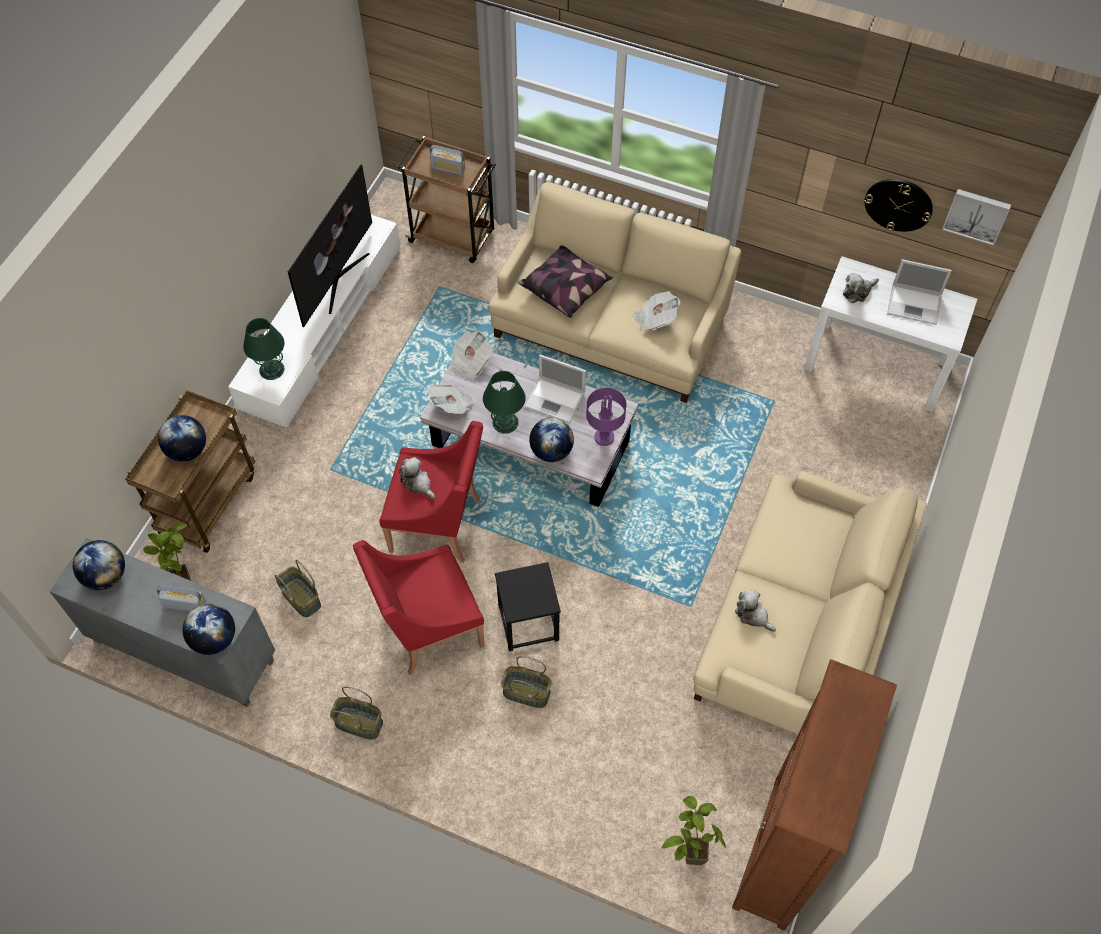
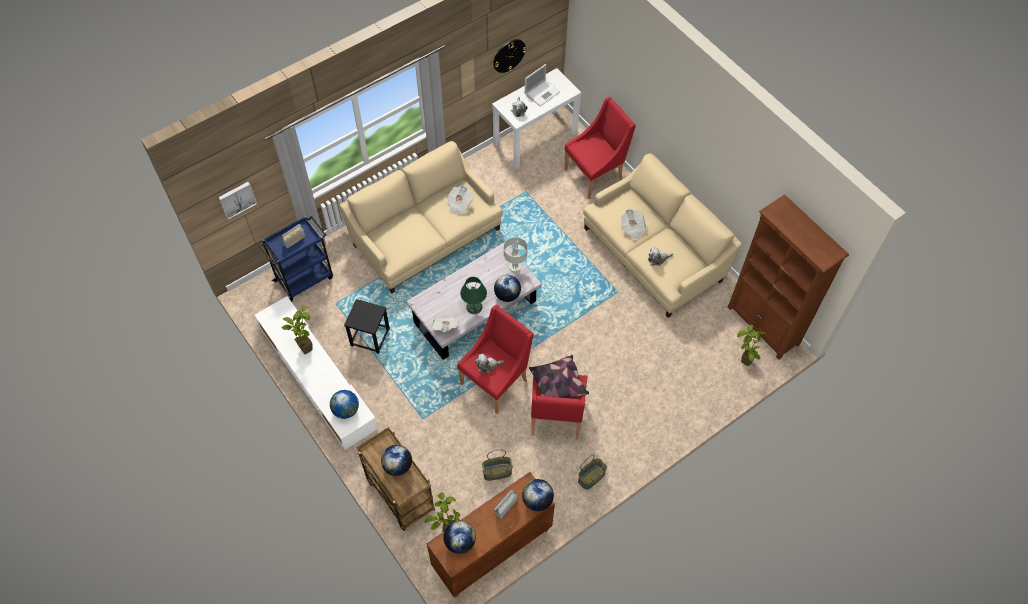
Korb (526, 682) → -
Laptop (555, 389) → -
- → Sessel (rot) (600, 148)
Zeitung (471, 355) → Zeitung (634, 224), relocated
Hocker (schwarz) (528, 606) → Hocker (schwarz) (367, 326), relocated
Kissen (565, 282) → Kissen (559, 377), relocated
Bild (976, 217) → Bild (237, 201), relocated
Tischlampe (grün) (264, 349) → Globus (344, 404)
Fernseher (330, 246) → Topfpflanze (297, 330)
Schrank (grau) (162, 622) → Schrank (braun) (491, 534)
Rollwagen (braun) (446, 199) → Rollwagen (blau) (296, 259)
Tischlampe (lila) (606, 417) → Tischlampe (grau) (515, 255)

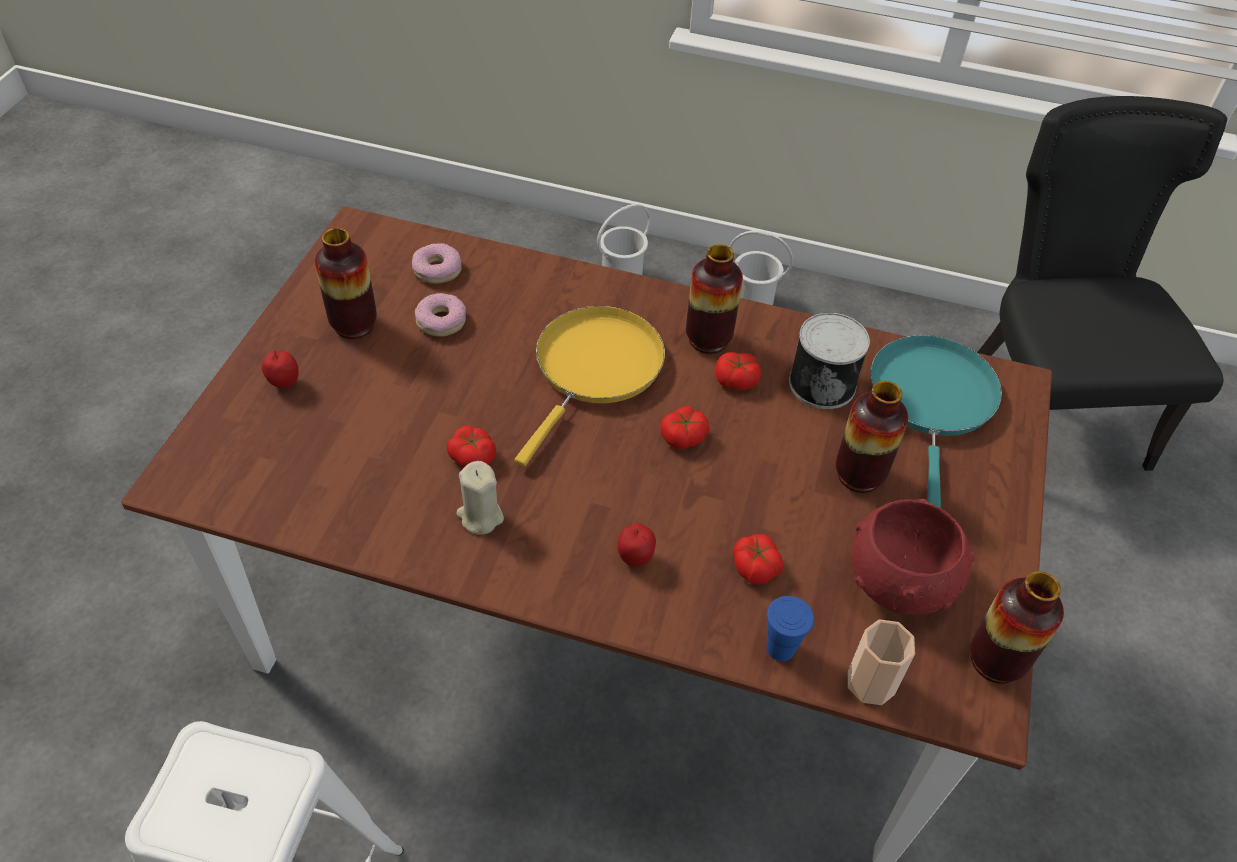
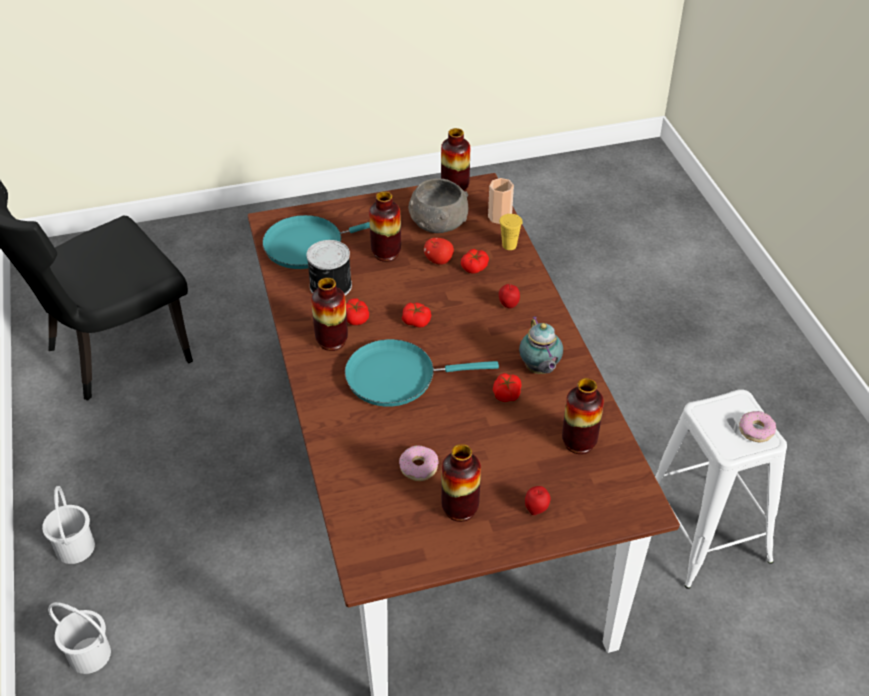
- → Apfel (439, 251)
- → Vase (583, 416)
Donut (437, 263) → Donut (757, 426), relocated
Kerze (beige) (480, 498) → Teekanne (541, 345)
Pfanne (gelb) (590, 386) → Pfanne (türkis) (422, 373)
Tasse (blau) (790, 628) → Tasse (gelb) (511, 232)
Schüssel (rot) (913, 557) → Schüssel (grau) (438, 205)

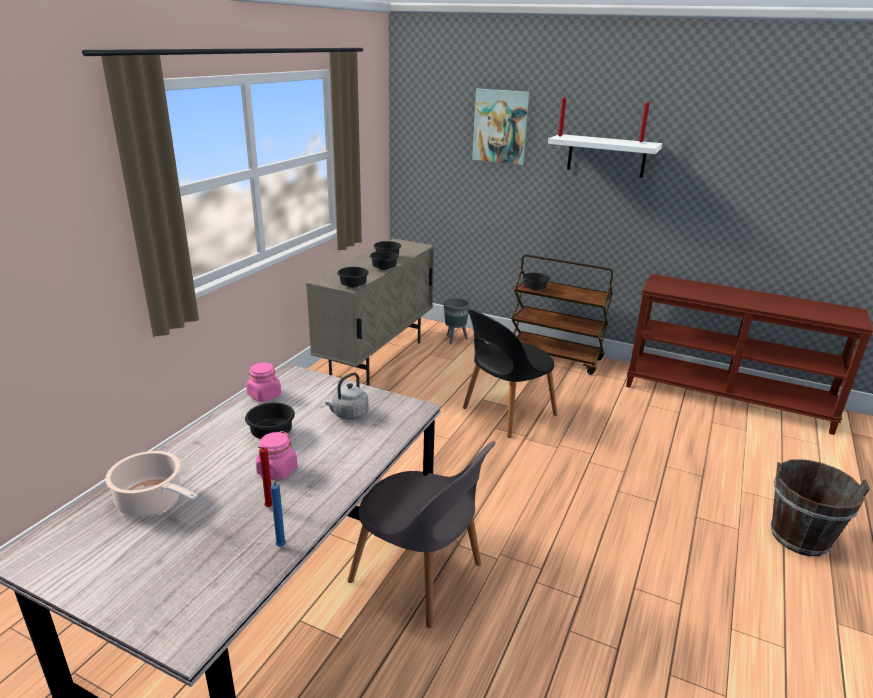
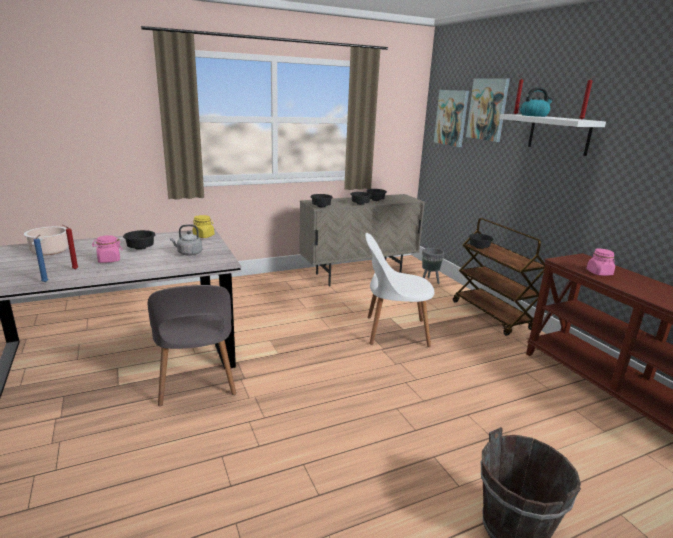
- → Vorratsglas (gelb) (203, 226)
- → Bild (451, 118)
- → Wasserkessel (536, 102)
Vorratsglas (rosa) (263, 382) → Vorratsglas (rosa) (600, 262), relocated
Stuhl (schwarz) (510, 373) → Stuhl (weiß) (399, 290)

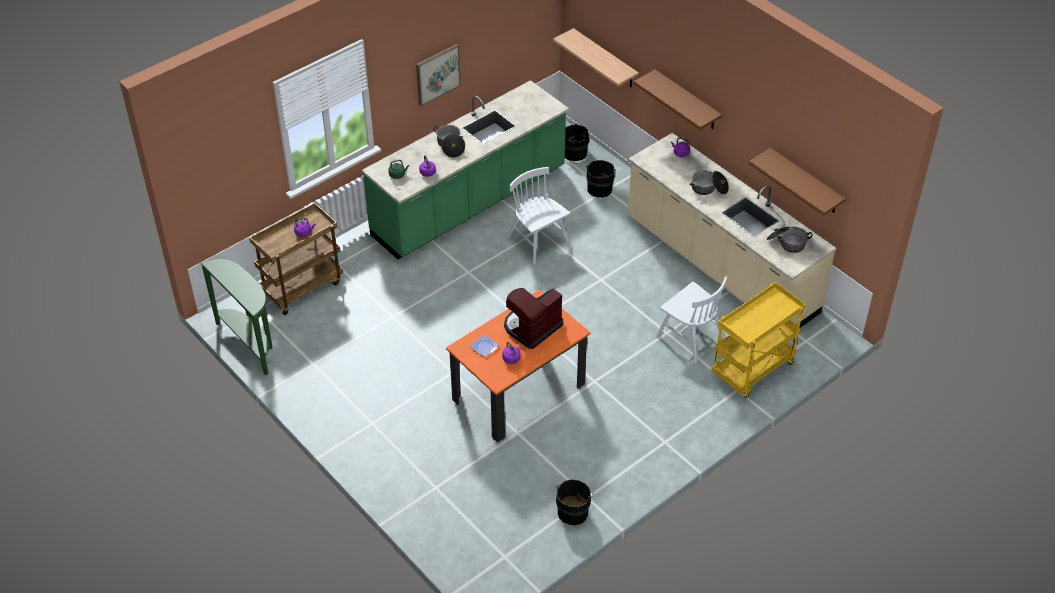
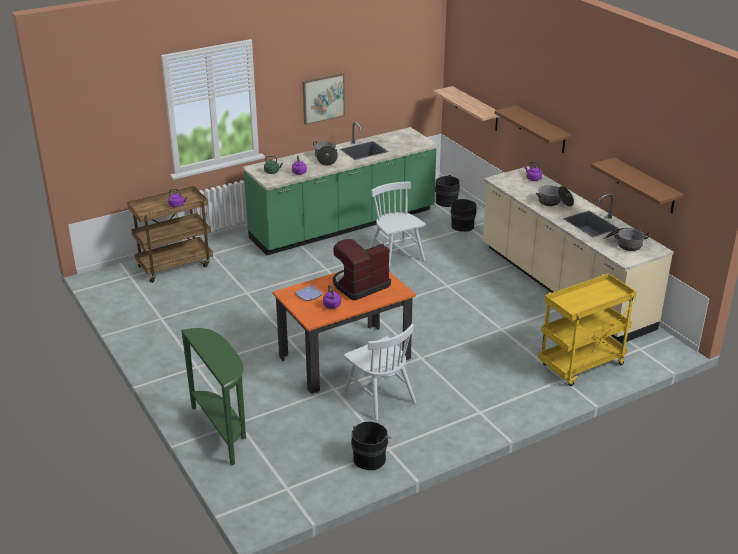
Konsolentisch (grün) (237, 317) → Konsolentisch (grün) (213, 396), relocated
Stuhl (weiß) (691, 319) → Stuhl (weiß) (379, 372), relocated

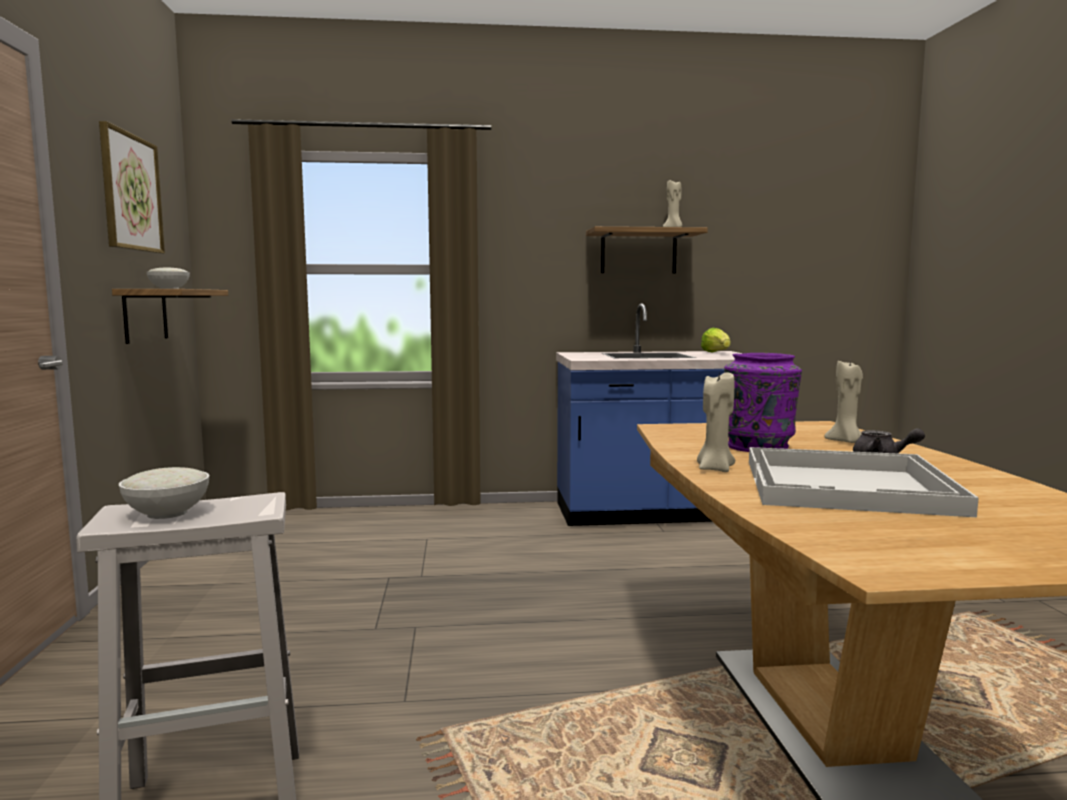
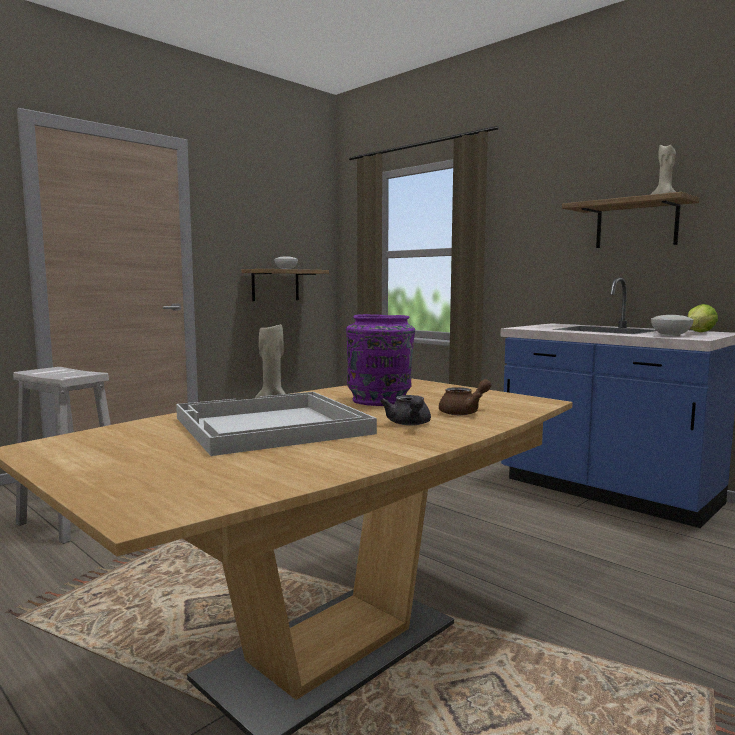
Bild (132, 187) → -
Schüssel (weiß) (164, 493) → Schüssel (weiß) (672, 325), relocated
Kerze (beige) (843, 401) → Teekanne (braun) (465, 397)

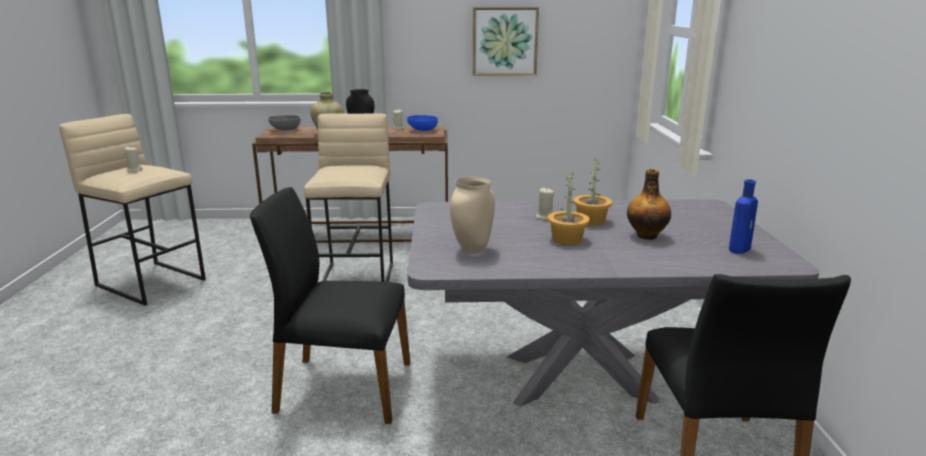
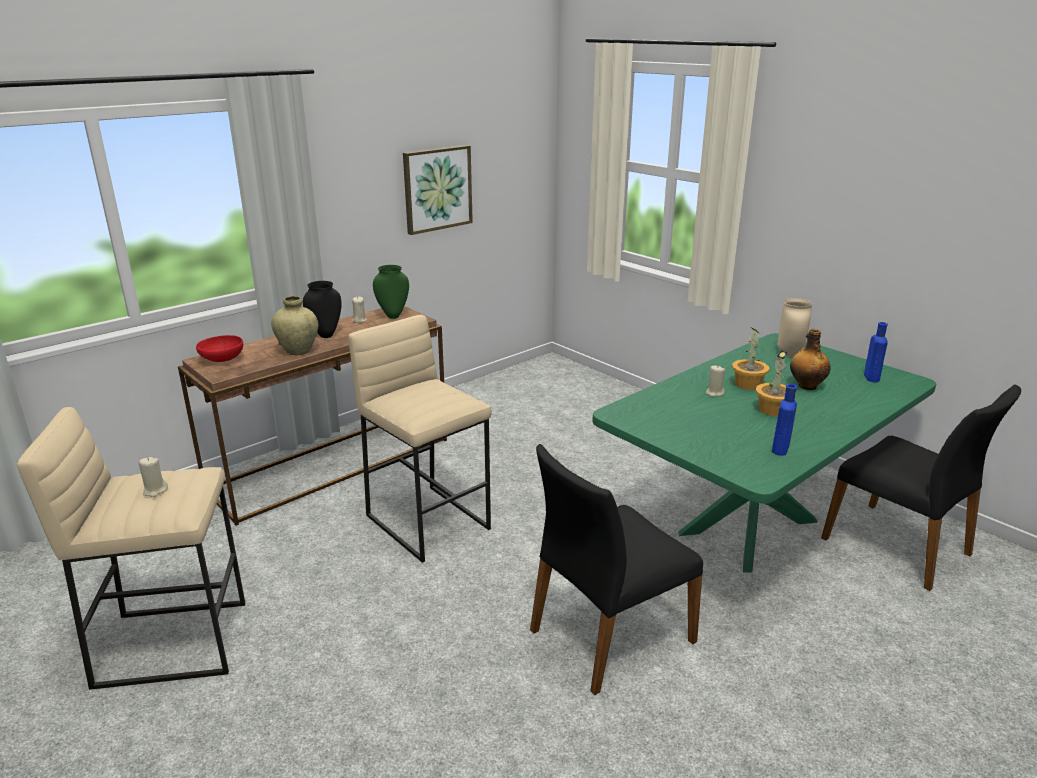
- → Flasche (blau) (784, 420)
Vase (beige) (472, 215) → Vase (beige) (795, 327), relocated
Schüssel (blau) (422, 123) → Vase (grün) (391, 292)
Schüssel (grau) (284, 123) → Schüssel (rot) (219, 348)
Esstisch (grau) (613, 303) → Esstisch (grün) (764, 453)

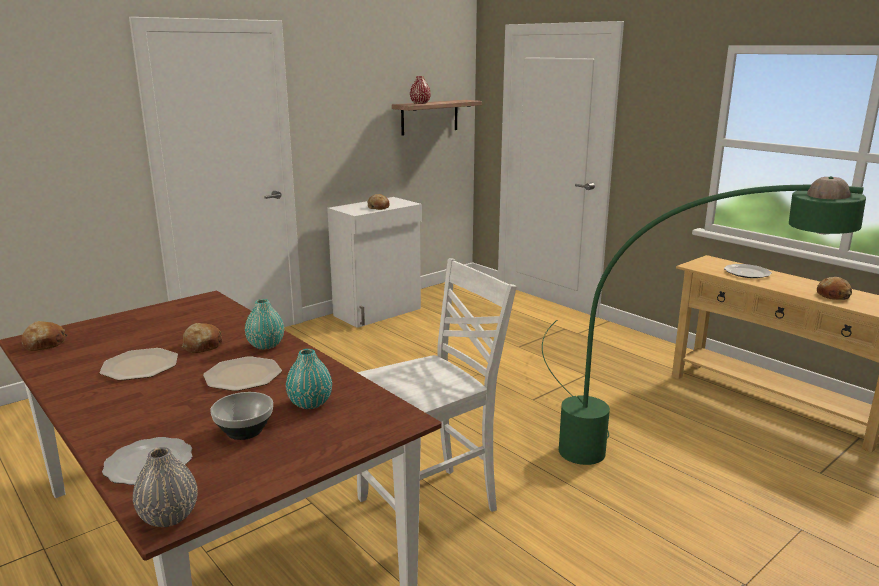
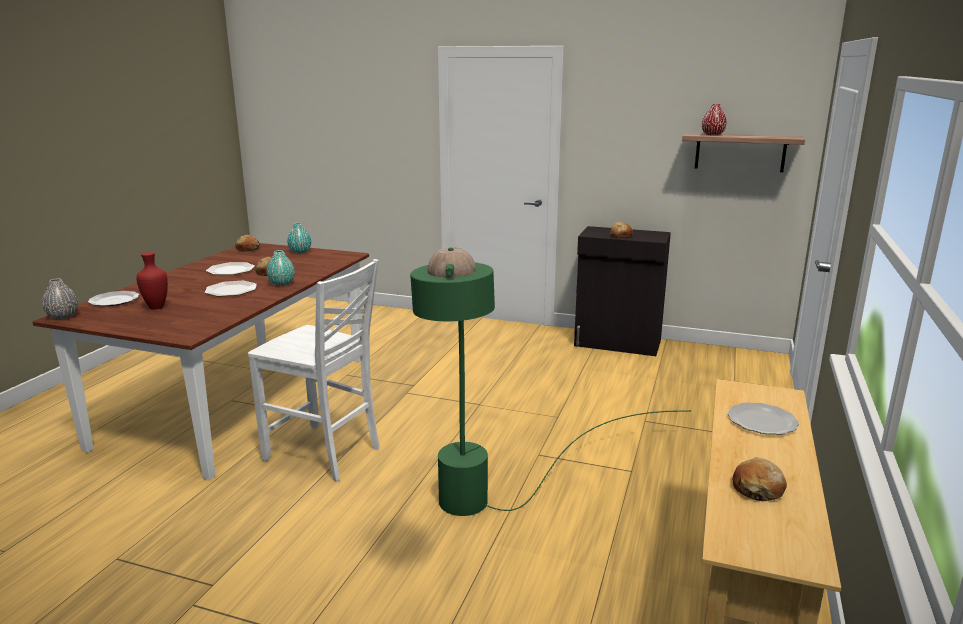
Vase (türkis) (309, 379) → Vase (türkis) (299, 238), relocated
Schüssel (241, 416) → Vase (rot) (152, 281)
Schrank (weiß) (374, 262) → Schrank (schwarz) (622, 291)

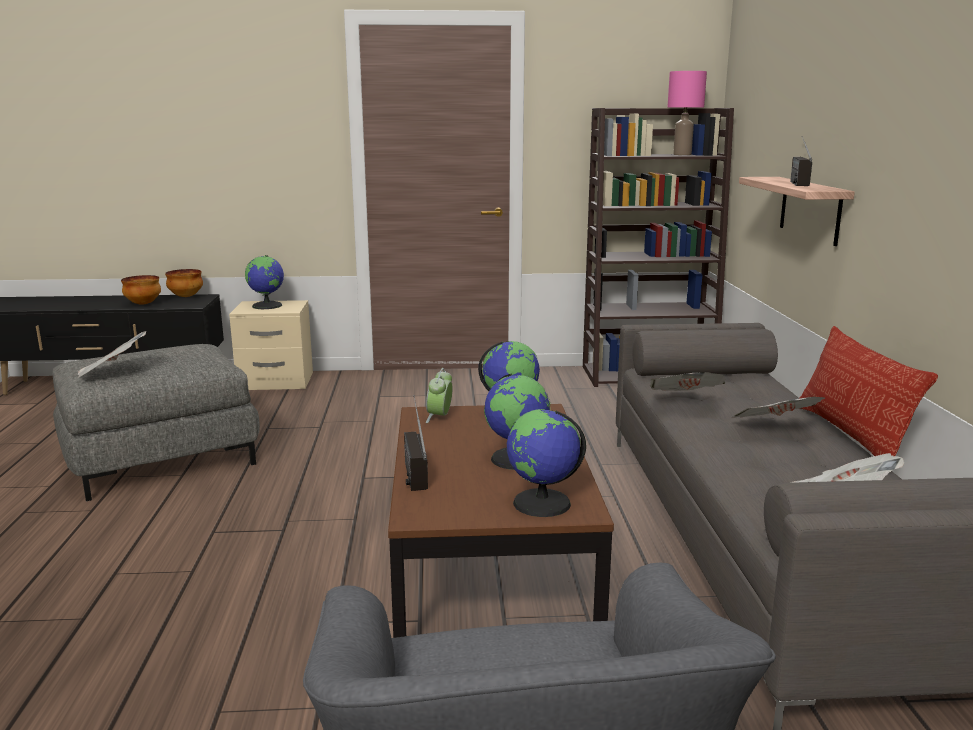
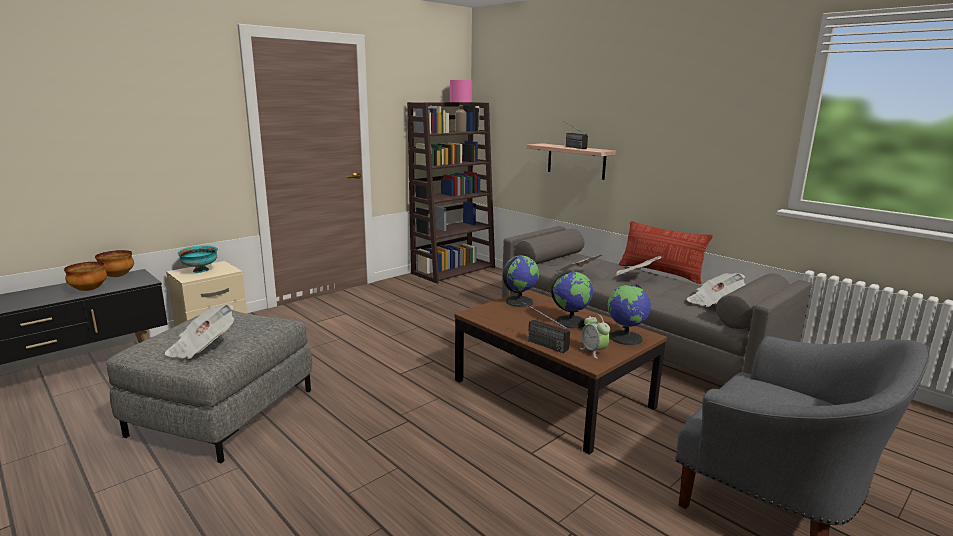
Wecker (439, 395) → Wecker (595, 336), relocated
Globus (264, 282) → Schüssel (türkis) (197, 259)

